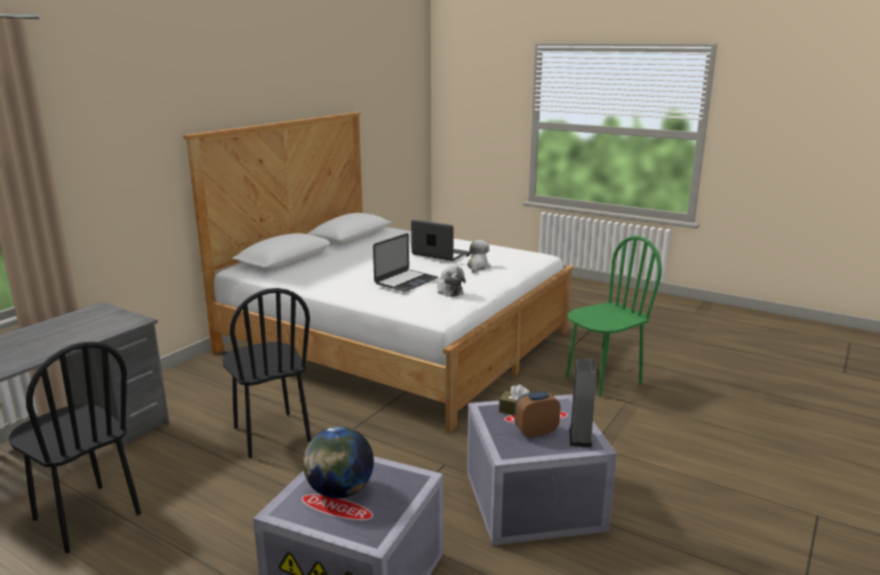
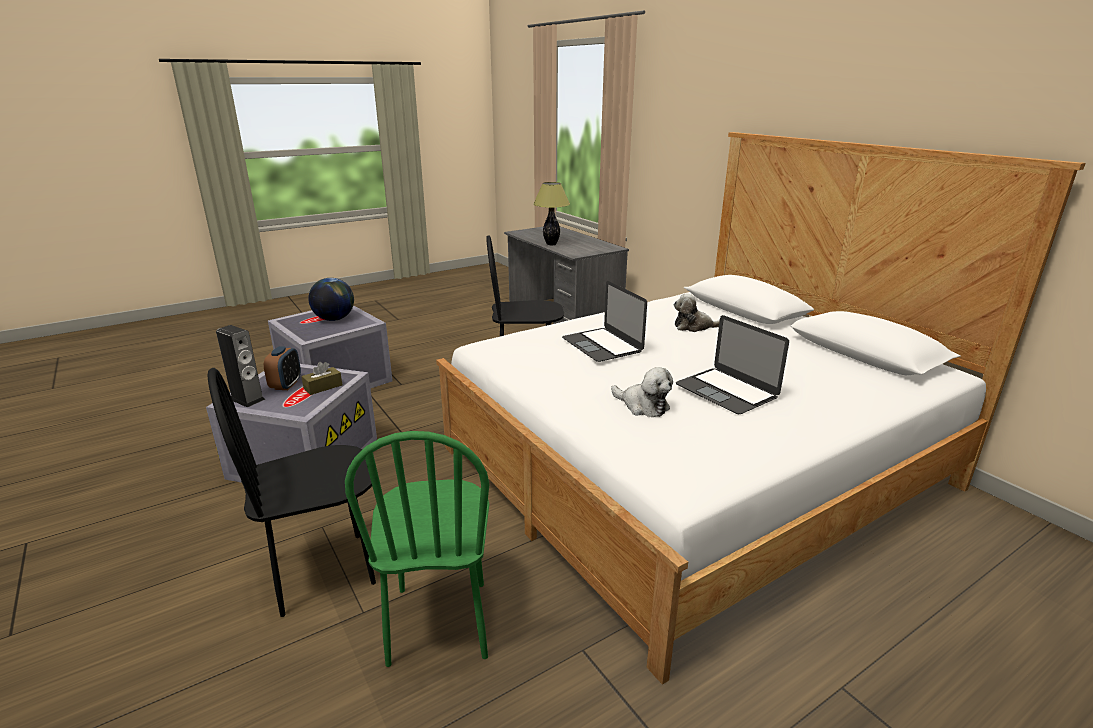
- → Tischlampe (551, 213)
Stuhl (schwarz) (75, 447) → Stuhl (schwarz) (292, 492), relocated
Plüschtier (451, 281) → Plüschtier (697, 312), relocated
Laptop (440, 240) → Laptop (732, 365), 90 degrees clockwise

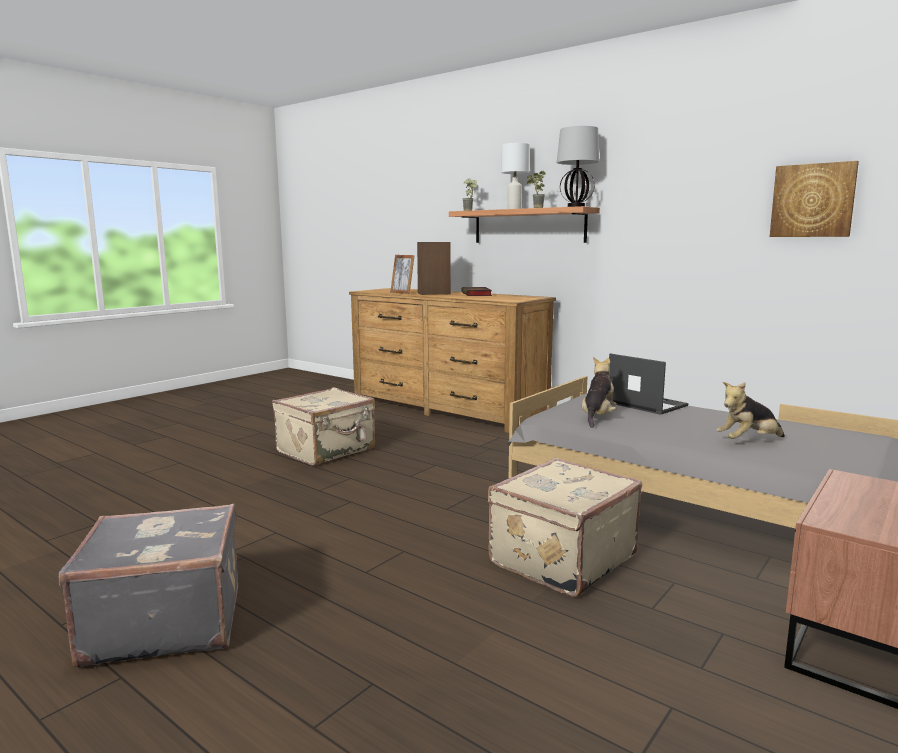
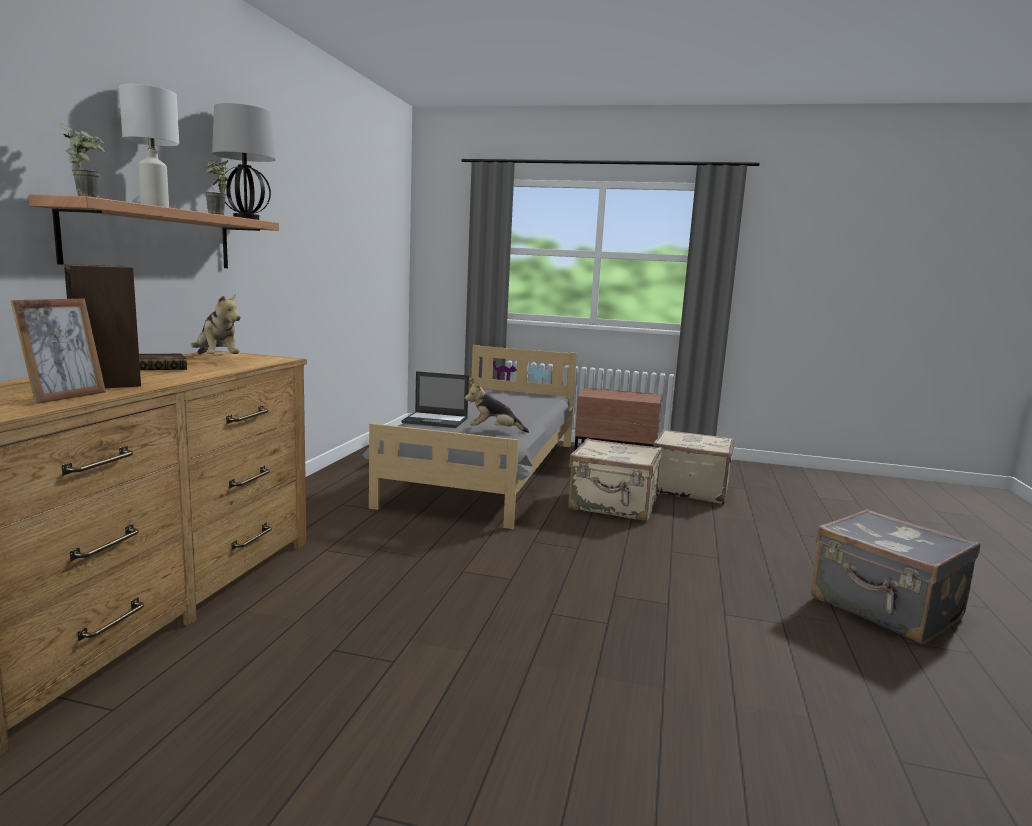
Bild (814, 199) → -
Koffer (beige) (323, 426) → Koffer (beige) (693, 466), relocated
Plüschtier (751, 410) → Plüschtier (215, 324), relocated
Laptop (649, 384) → Laptop (435, 399), 105 degrees counterclockwise

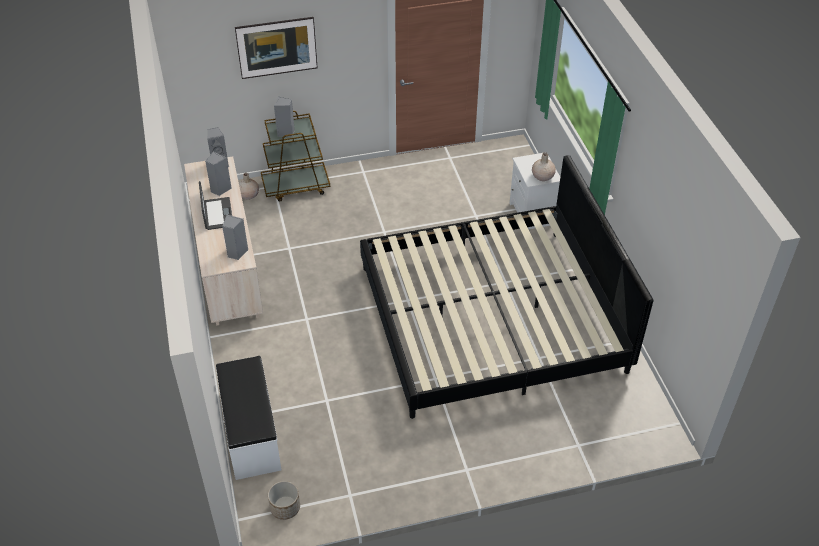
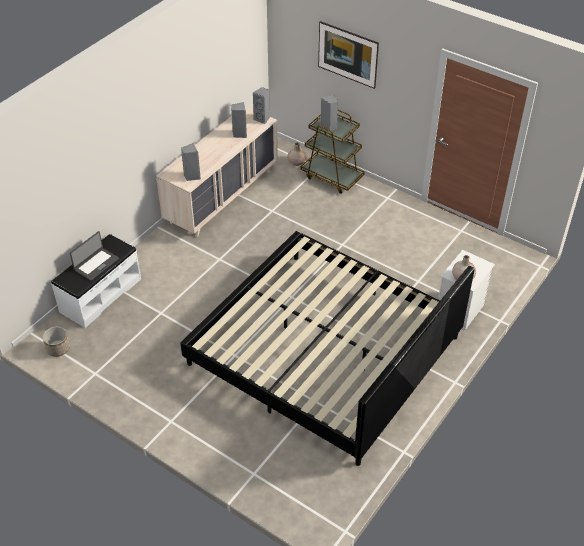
Laptop (215, 205) → Laptop (94, 256), relocated

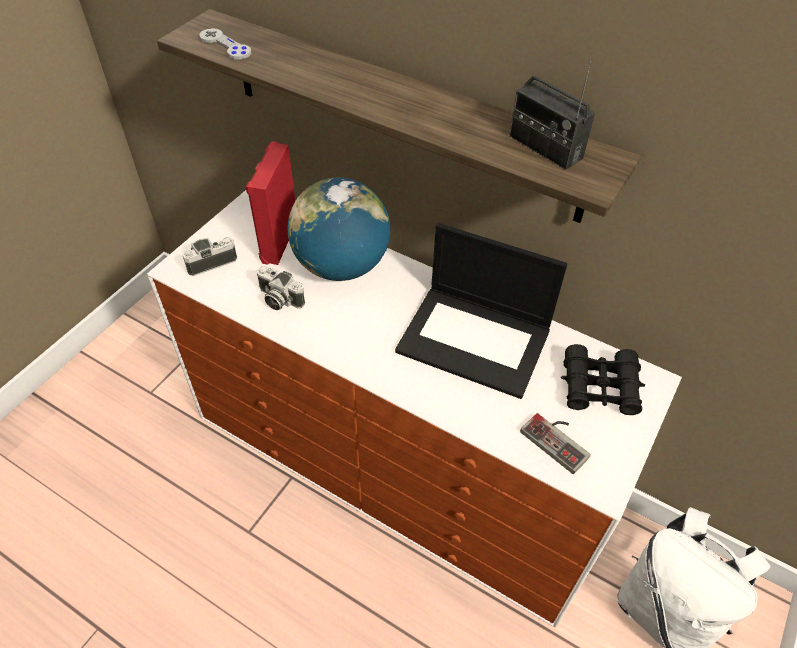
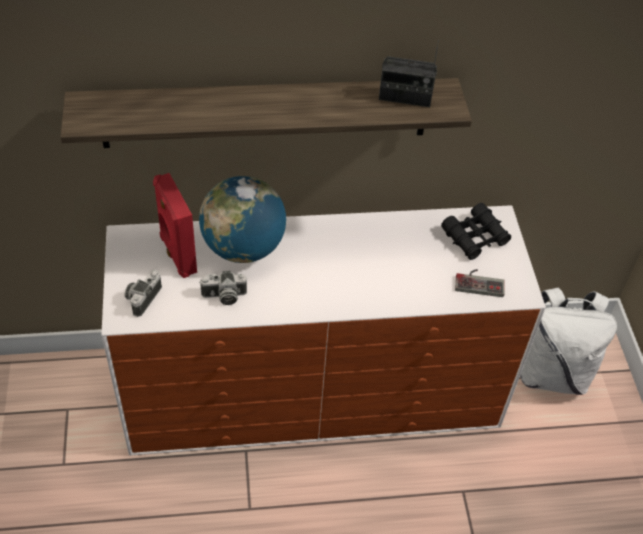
Gamepad (grau) (225, 44) → -
Laptop (481, 311) → -

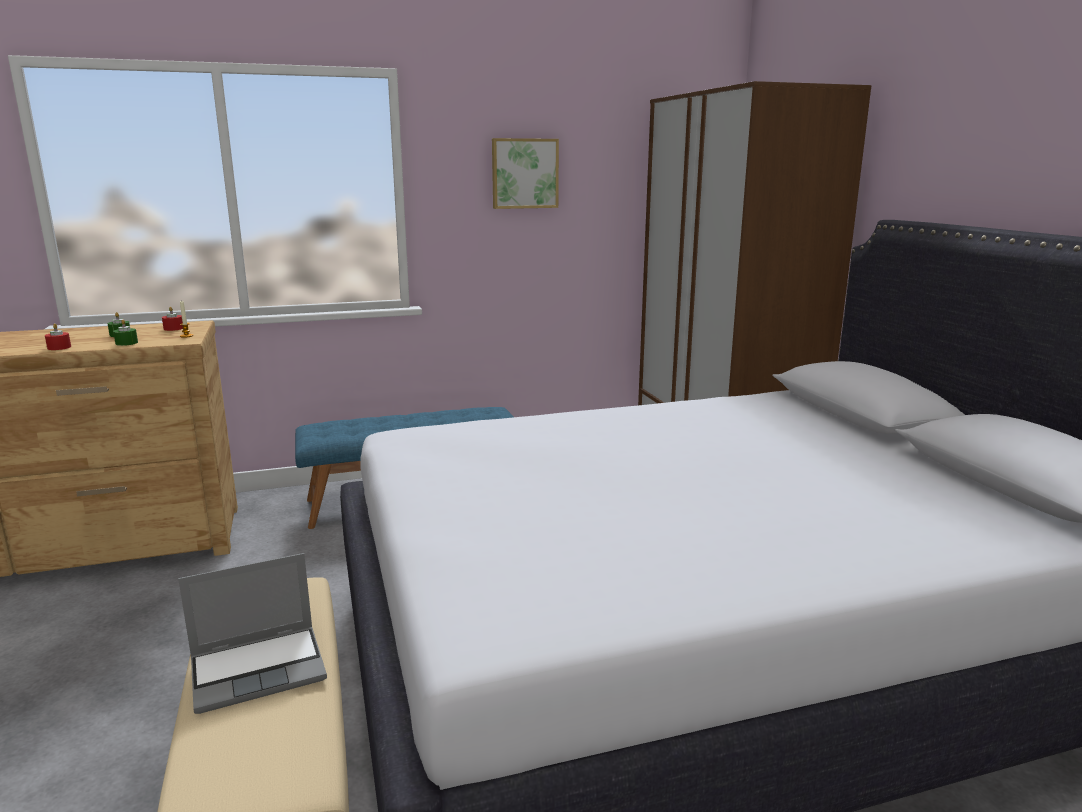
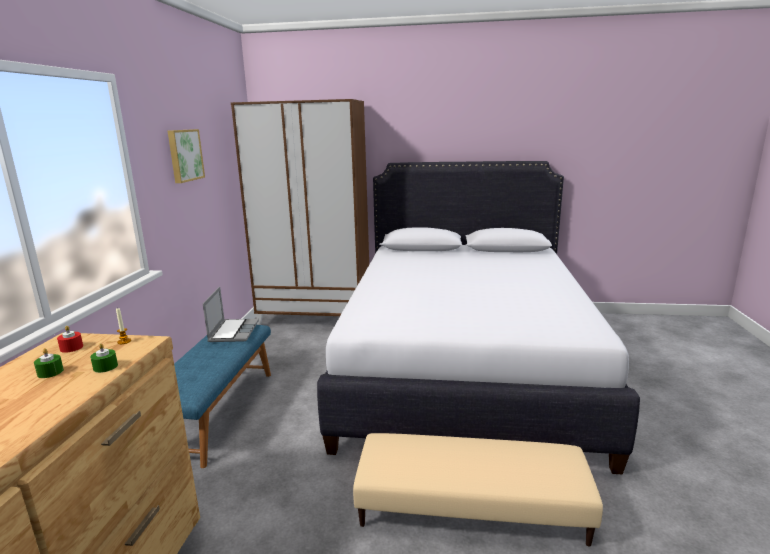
Kerze (rot) (58, 336) → -
Laptop (252, 633) → Laptop (231, 314), relocated

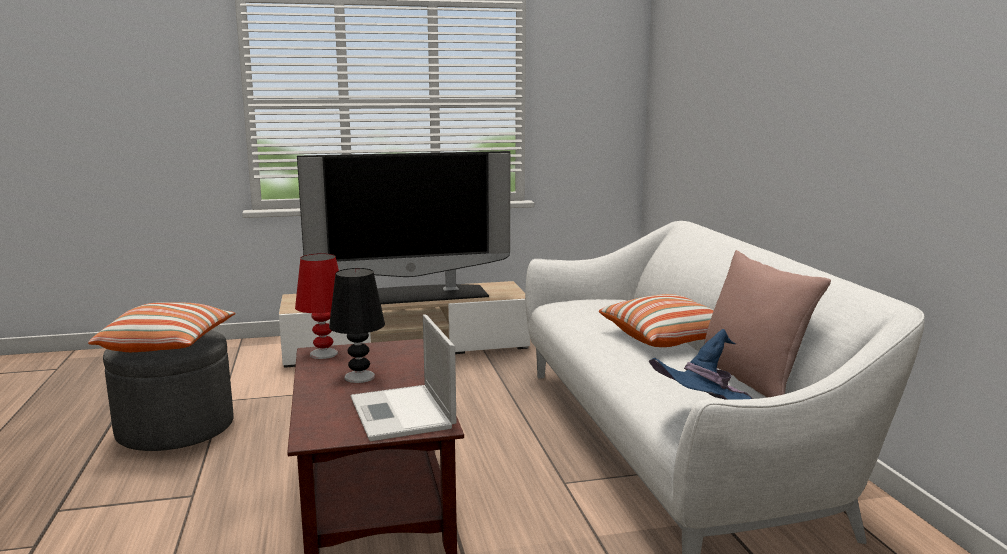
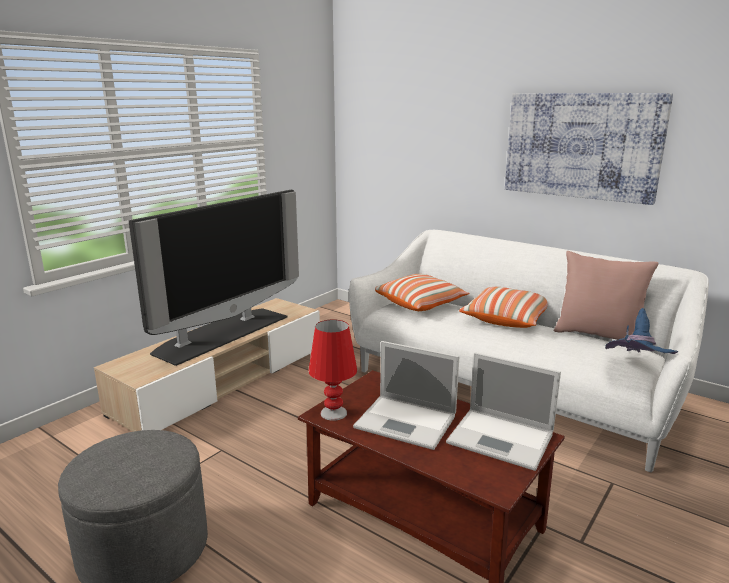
- → Bild (589, 149)
Kissen (161, 327) → Kissen (422, 292), relocated
Tischlampe (schwarz) (357, 325) → Laptop (406, 395)

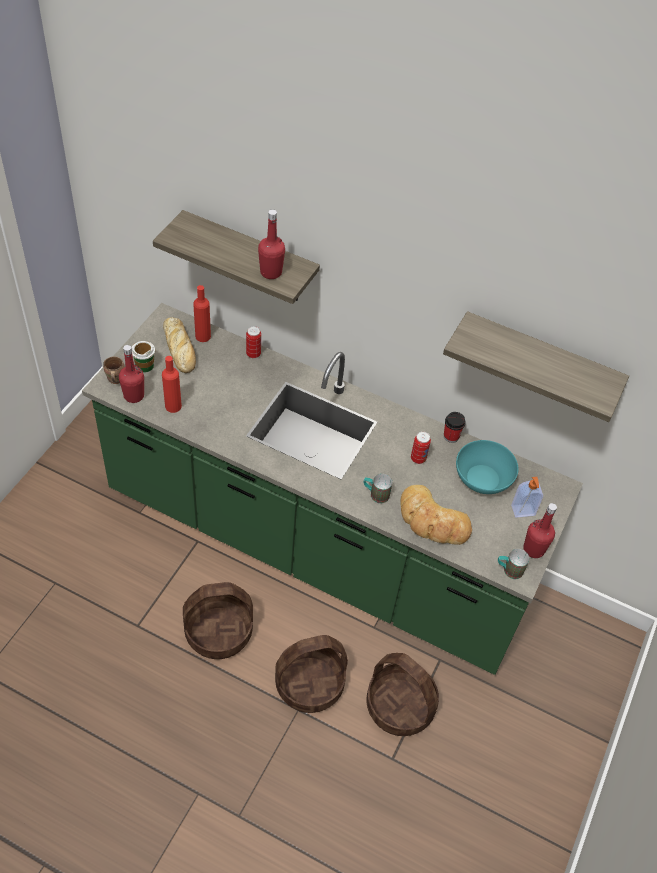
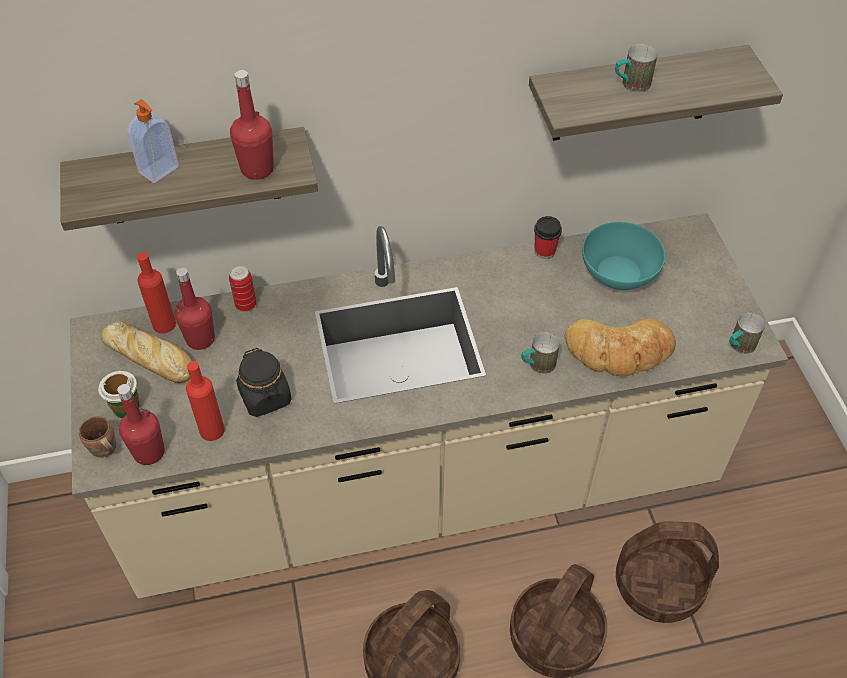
Dose (421, 447) → -
- → Vorratsglas (schwarz) (264, 382)
- → Henkelbecher (636, 68)
Seifenspender (527, 497) → Seifenspender (153, 141), relocated
Flasche (rot) (540, 530) → Flasche (rot) (195, 308), relocated
Küchenzeile (grün) (332, 489) → Küchenzeile (beige) (429, 405)

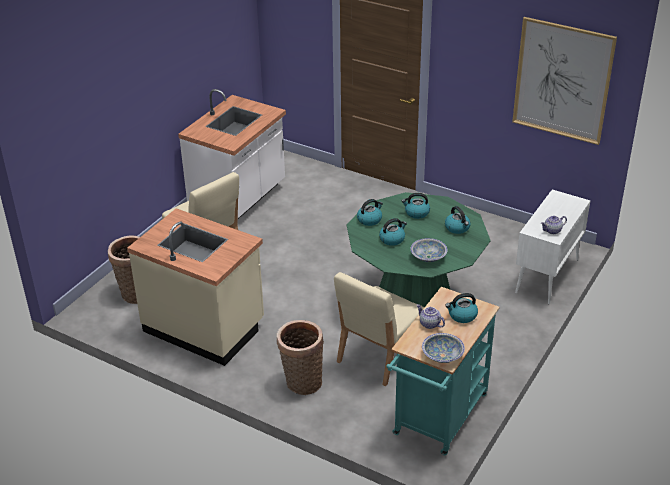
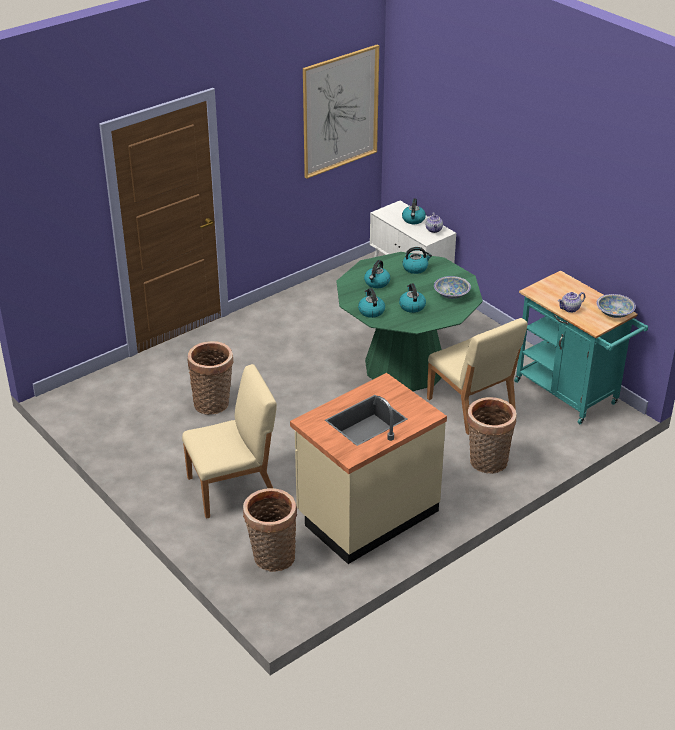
Küchenzeile (weiß) (232, 154) → -
- → Korb (211, 378)
Wasserkessel (461, 308) → Wasserkessel (414, 211), relocated

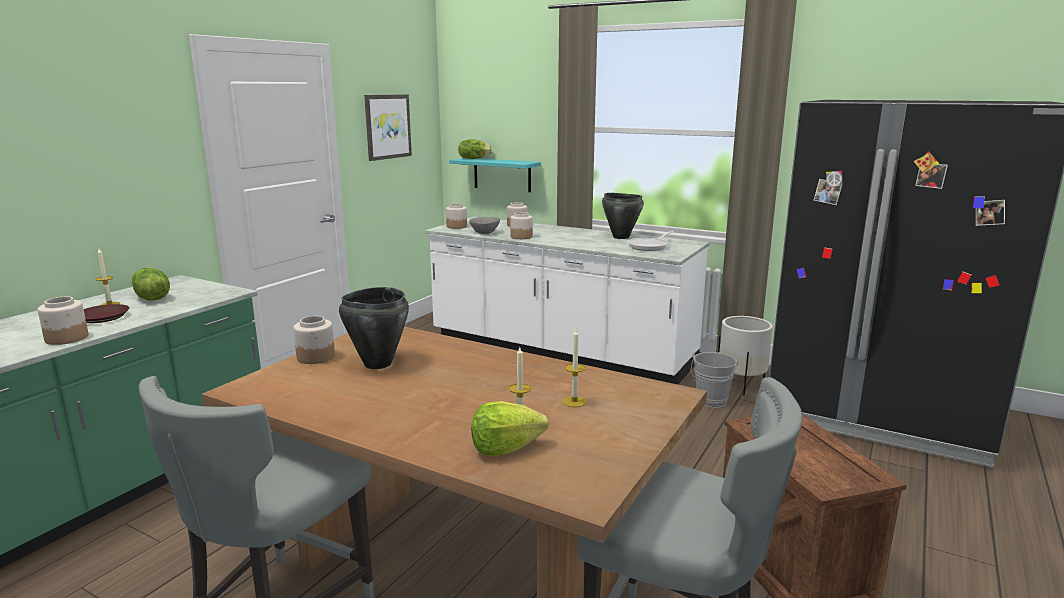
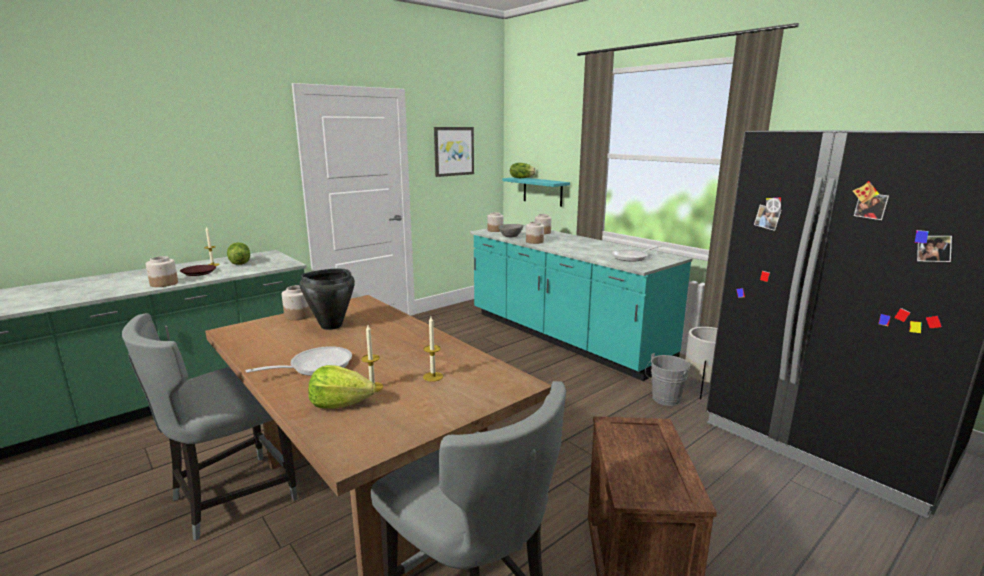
Kochtopf (schwarz) (623, 216) → -
- → Pfanne (298, 361)
Küchenzeile (weiß) (567, 300) → Küchenzeile (türkis) (581, 302)

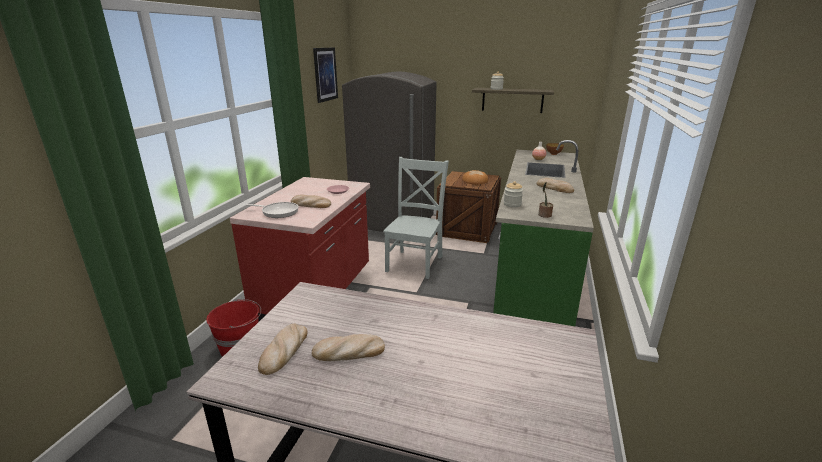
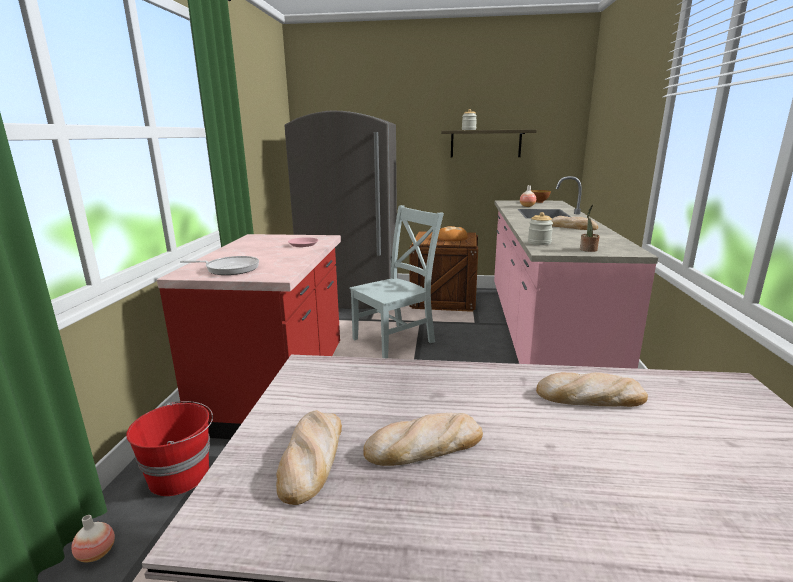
Bild (325, 75) → -
- → Vase (93, 538)
Brot (311, 201) → Brot (592, 389), relocated
Küchenzeile (grün) (543, 233) → Küchenzeile (rosa) (576, 272)
Stuhl (grau) (416, 218) → Stuhl (grau) (397, 281), 45 degrees clockwise

